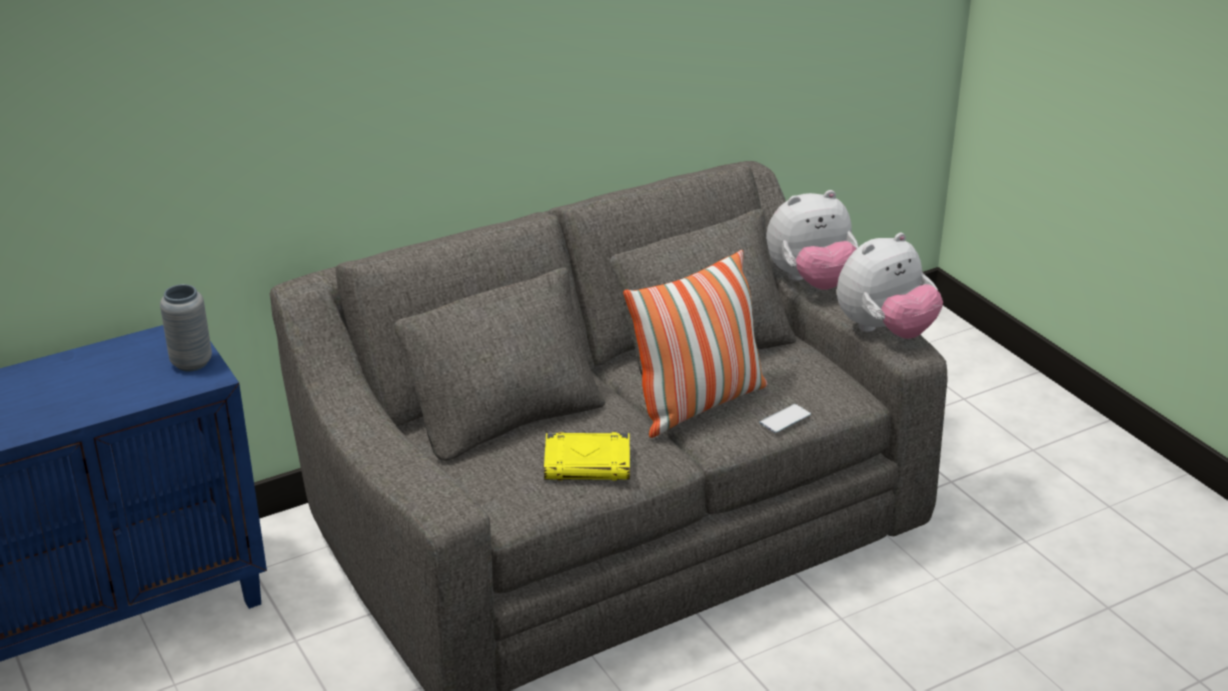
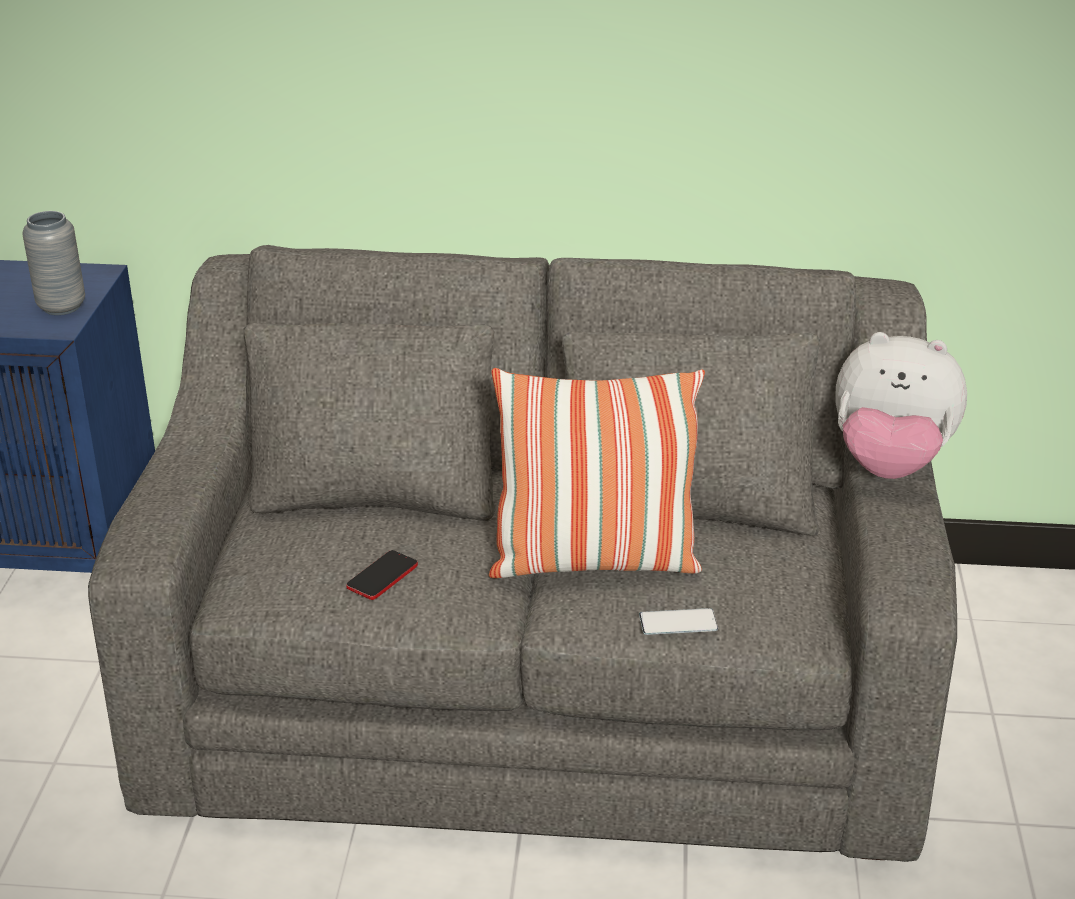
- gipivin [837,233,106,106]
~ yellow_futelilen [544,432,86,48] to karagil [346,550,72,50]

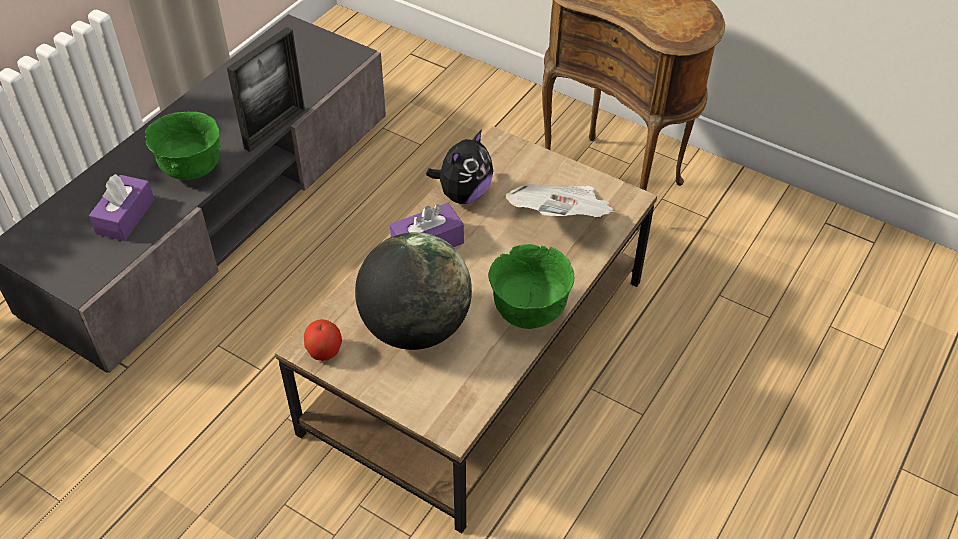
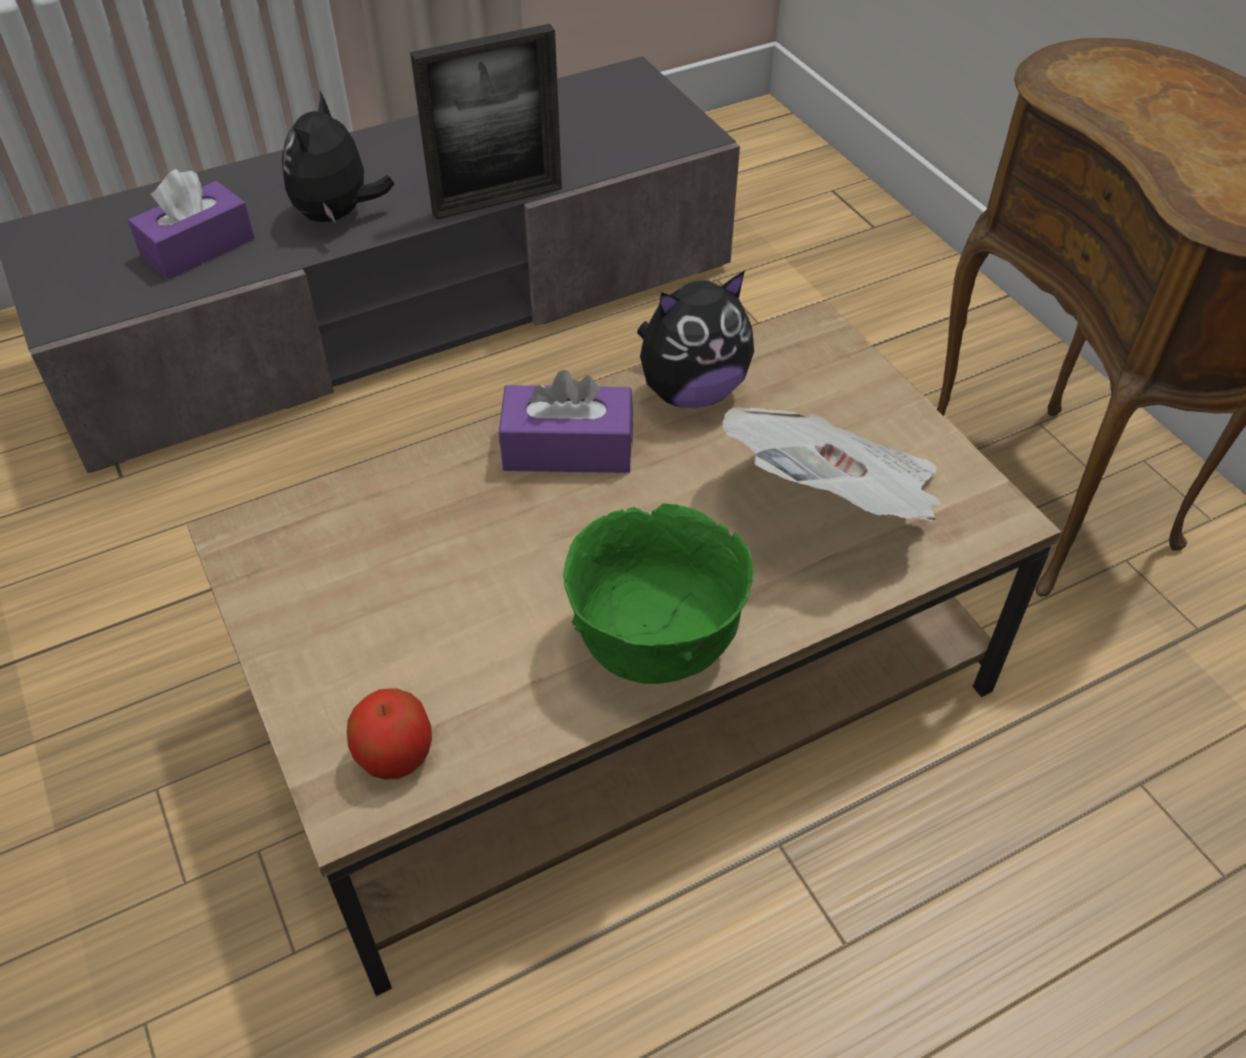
~ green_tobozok [145,112,76,68] to gipivin [282,91,112,132]
- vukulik [355,232,117,118]
~ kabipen [304,319,38,42] to [347,688,85,91]

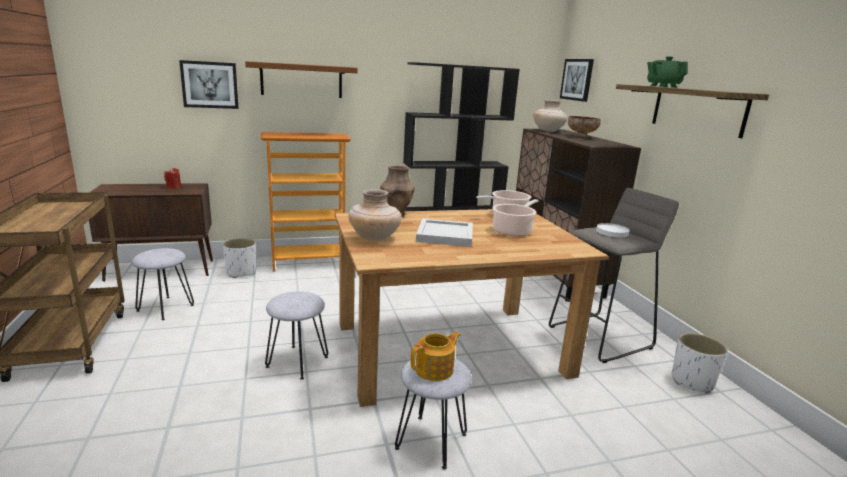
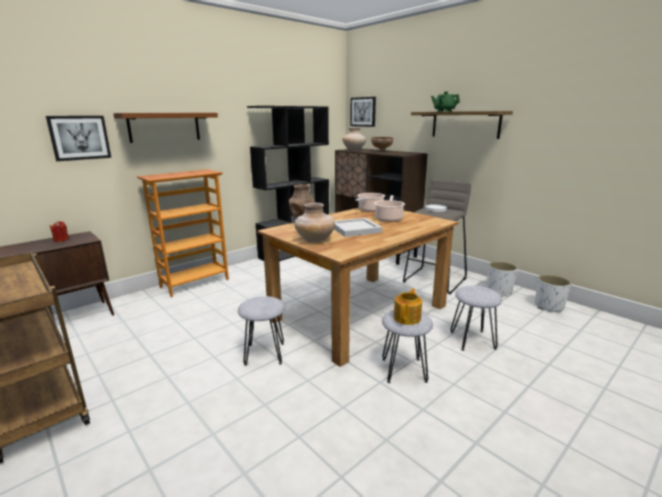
~ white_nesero [223,238,33,40] to [535,274,36,39]
~ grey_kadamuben [132,248,62,72] to [450,285,52,66]

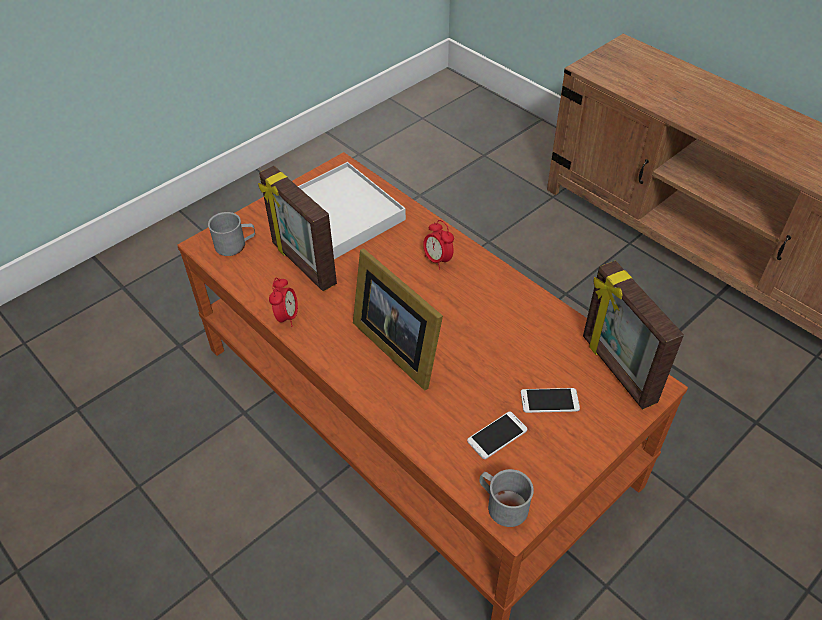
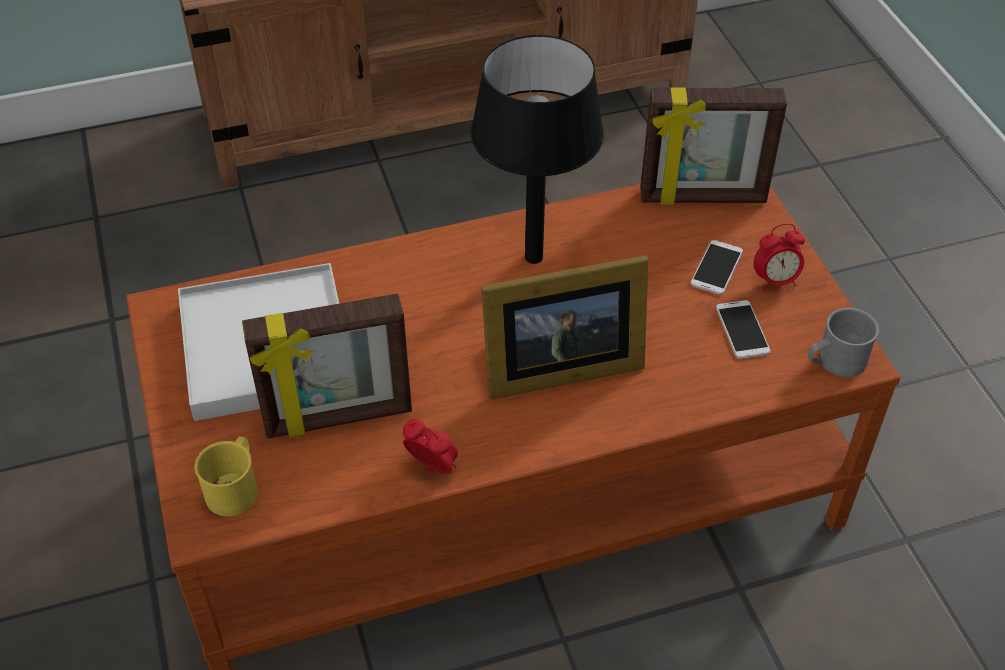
~ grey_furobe [208,212,47,44] to yellow_furobe [195,436,63,81]
~ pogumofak [423,220,31,50] to [754,224,51,67]
+ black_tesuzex [471,35,133,229]

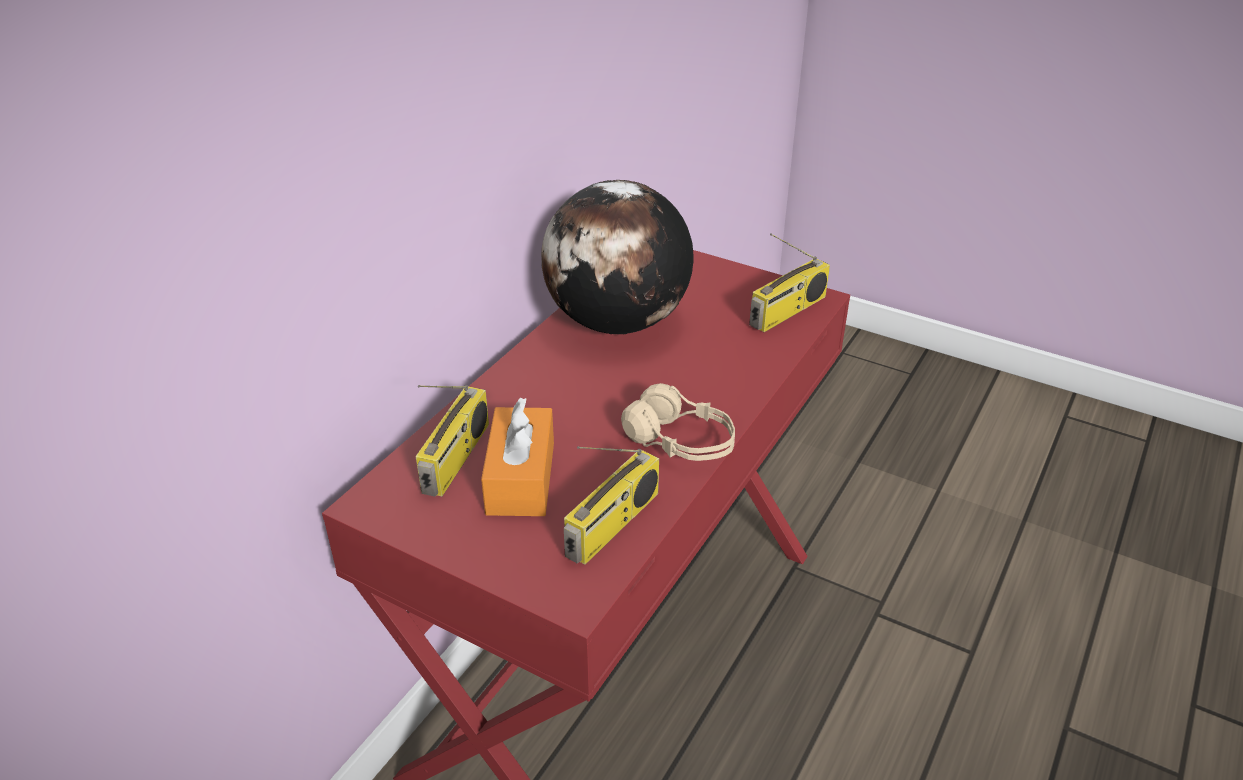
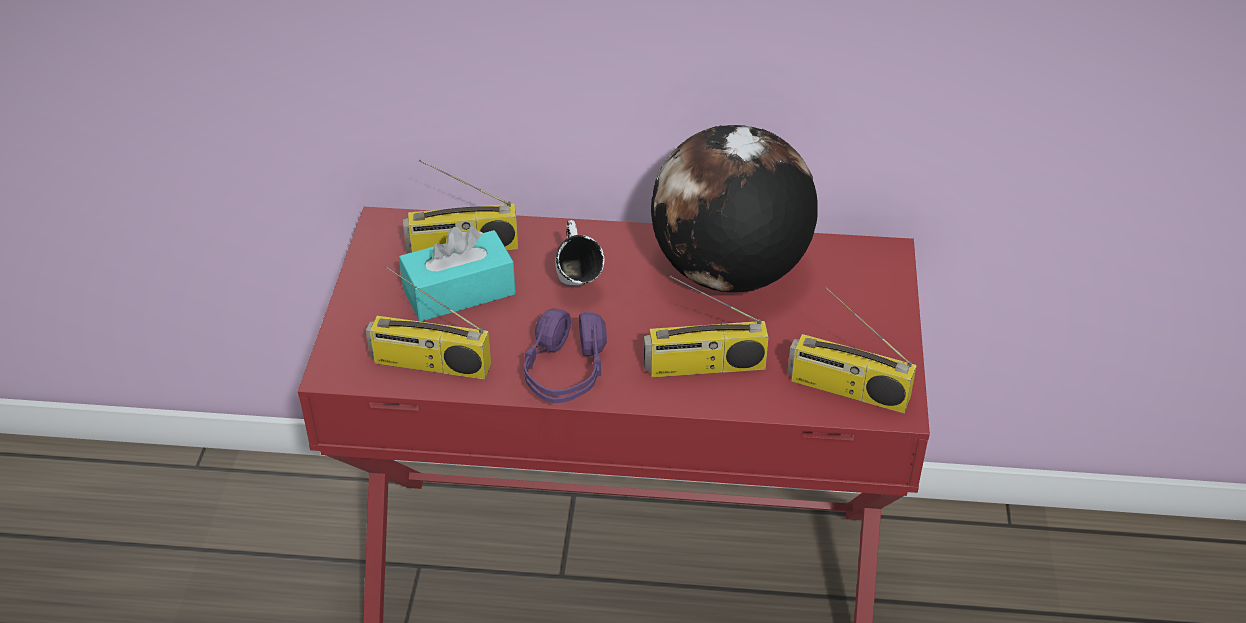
~ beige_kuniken [621,383,114,78] to purple_kuniken [524,308,83,95]
~ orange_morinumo [481,398,73,118] to turquoise_morinumo [399,226,117,96]
+ white_furobe [555,220,50,65]
+ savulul [644,275,125,102]

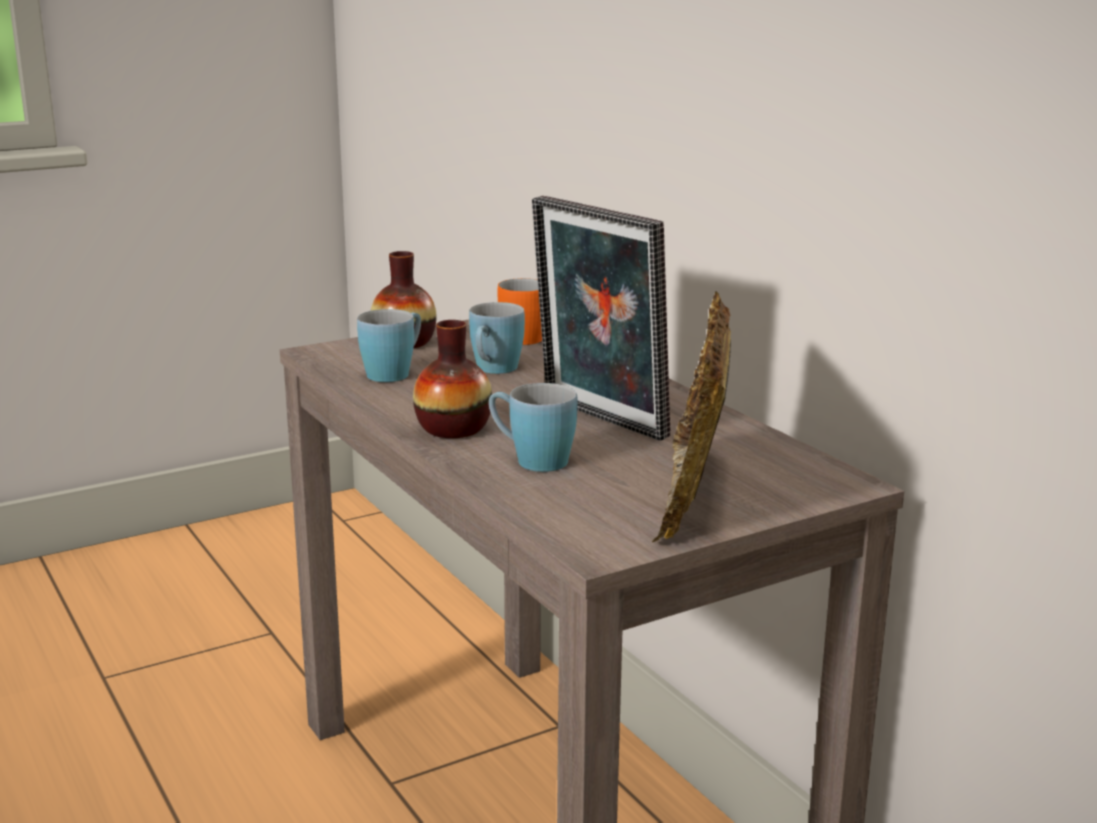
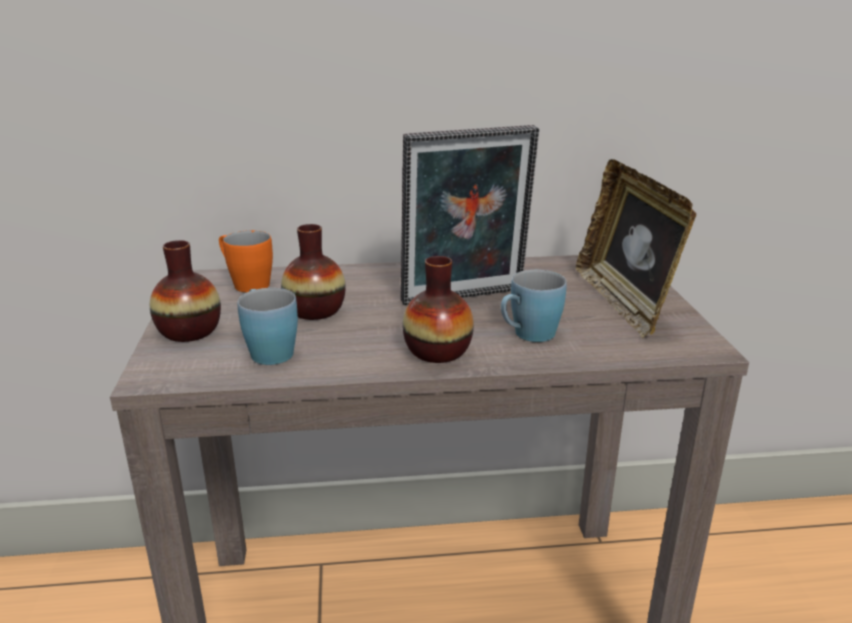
~ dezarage [652,291,79,252] = [576,159,120,179] 45 degrees clockwise
~ blue_furobe [469,302,56,72] to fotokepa [281,224,65,96]

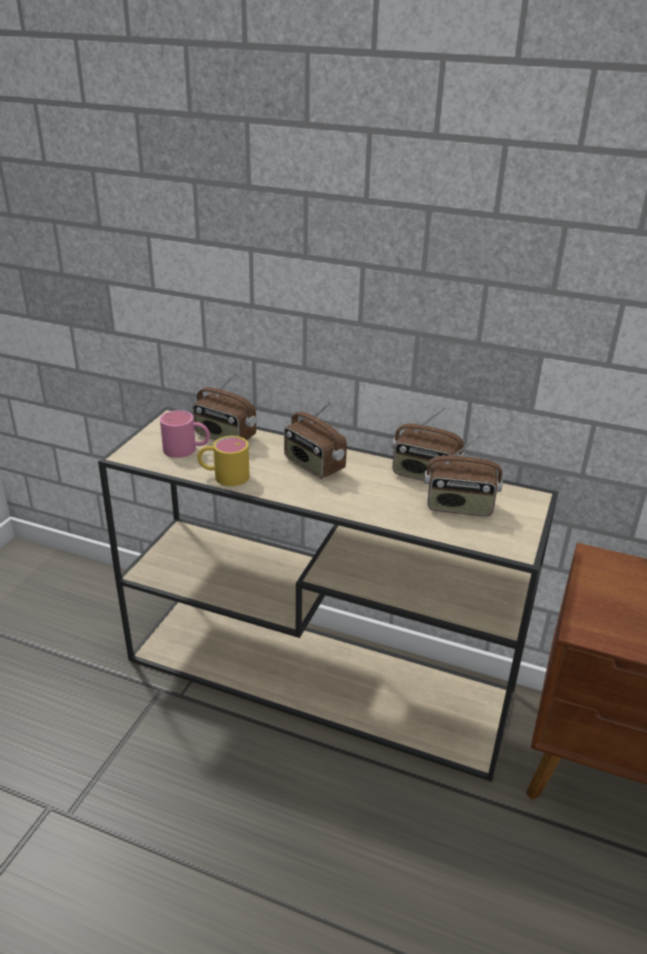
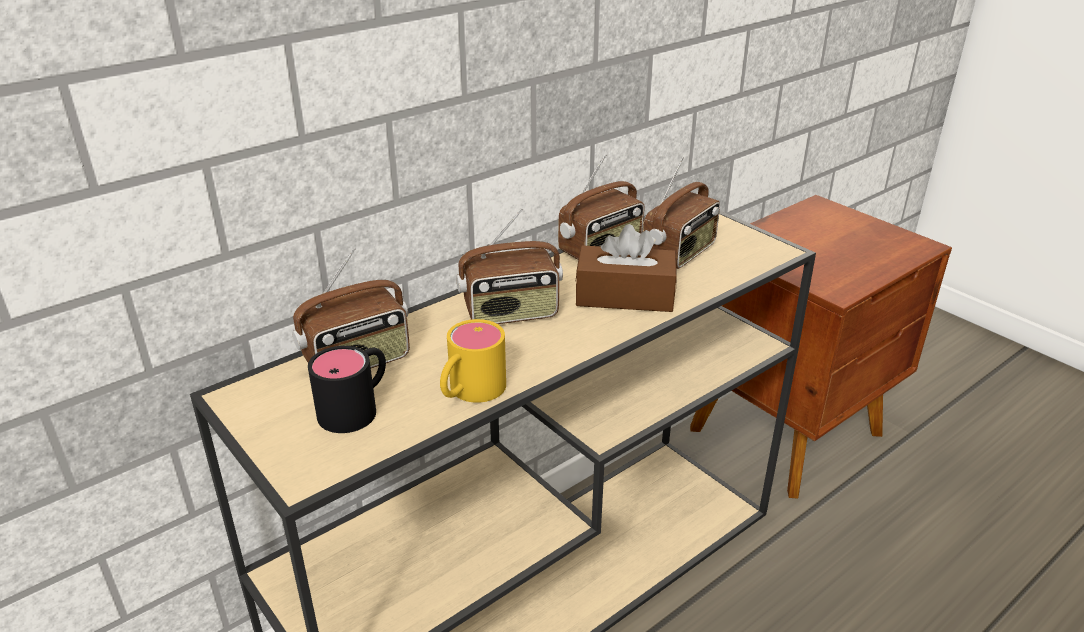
~ pink_furobe [160,410,50,48] to black_furobe [308,346,78,87]
+ brown_morinumo [575,224,102,88]

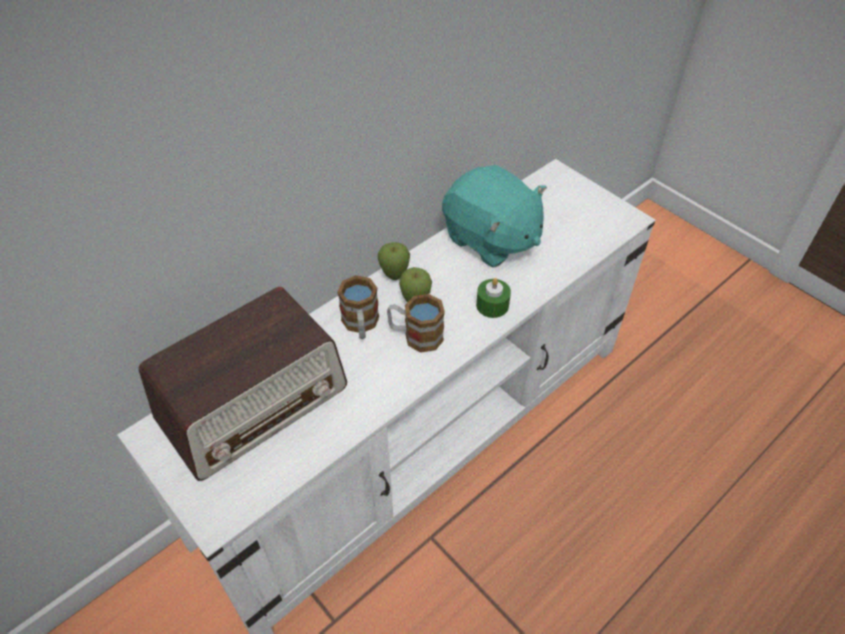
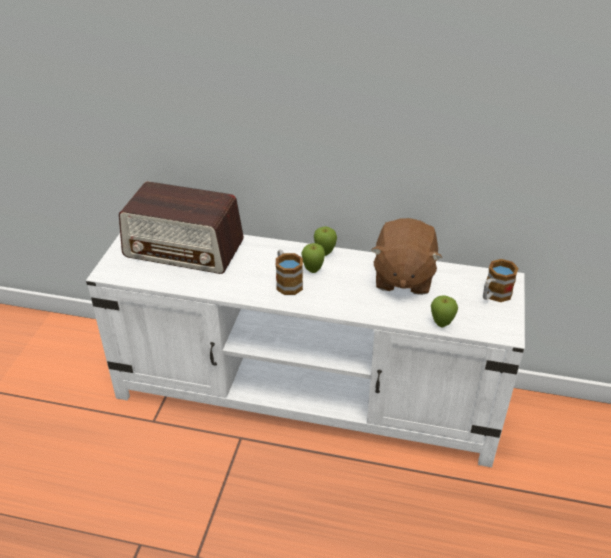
~ turquoise_gipivin [442,165,105,103] to brown_gipivin [371,218,71,77]
~ furobe [337,275,42,64] to [483,259,36,43]
- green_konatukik [476,278,35,40]
+ kabipen [431,296,27,31]

